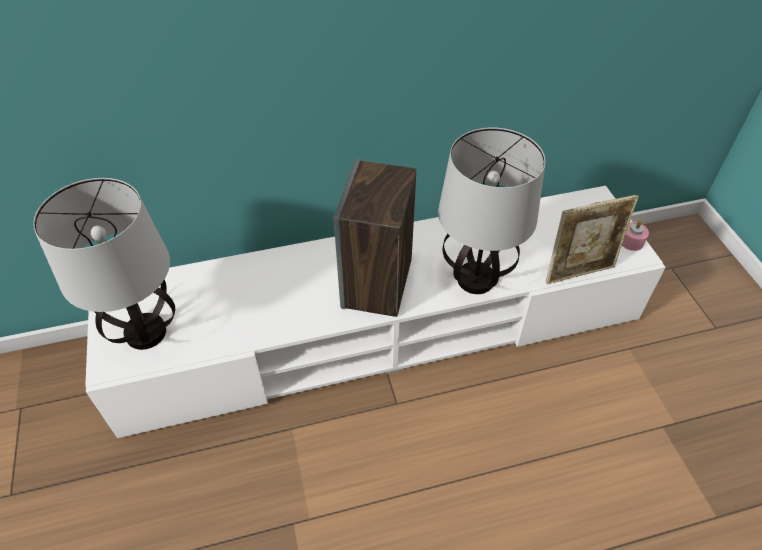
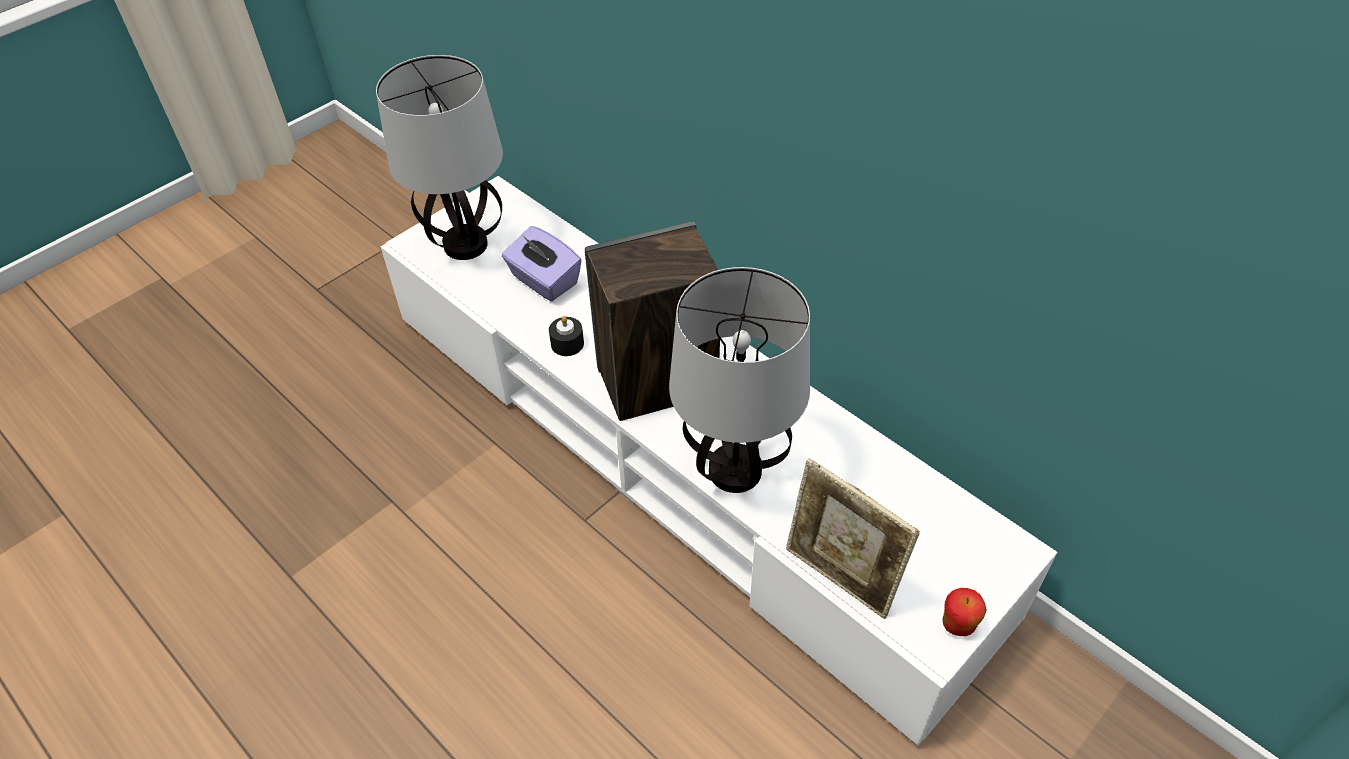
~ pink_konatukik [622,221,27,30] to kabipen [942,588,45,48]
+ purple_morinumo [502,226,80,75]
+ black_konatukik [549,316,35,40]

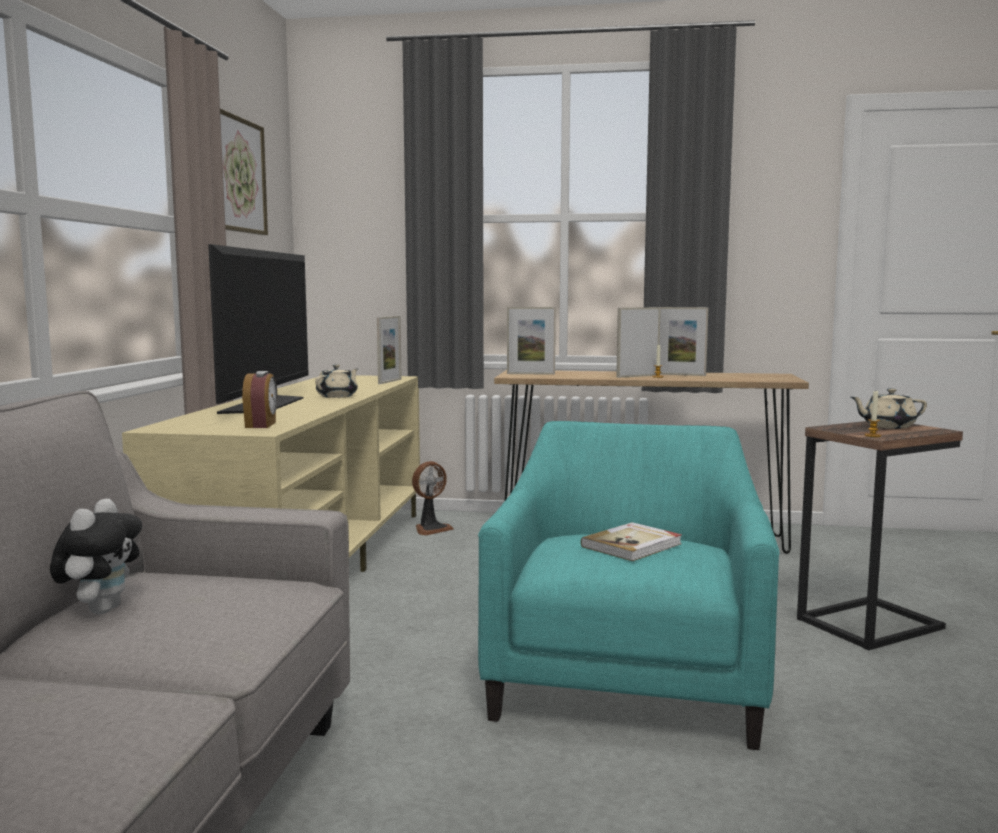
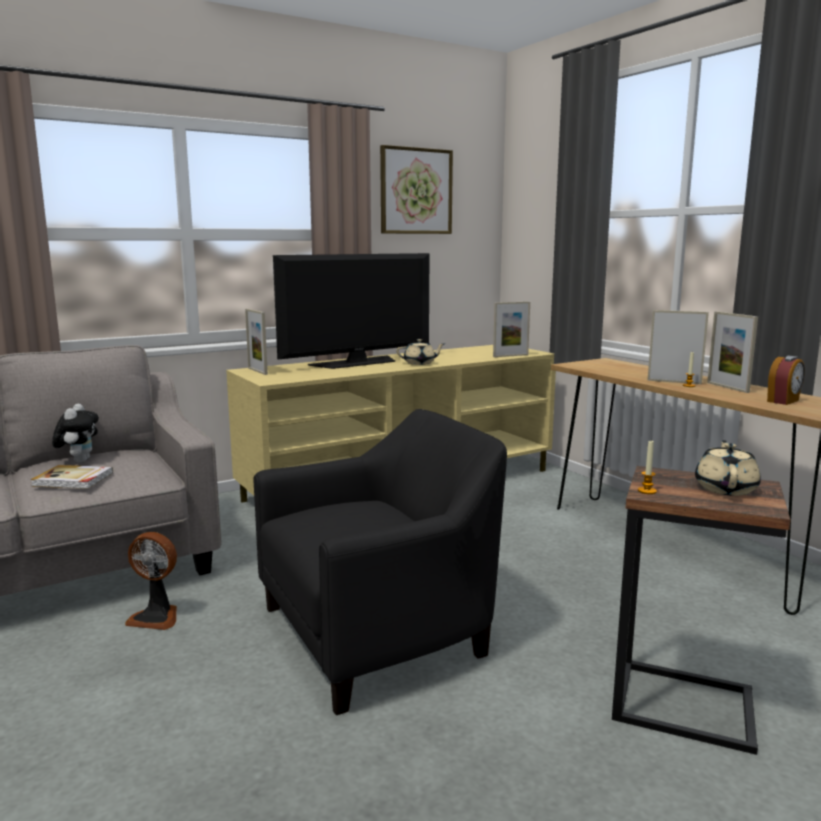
~ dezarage [507,307,49,68] to [245,309,23,66]
~ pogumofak [242,371,35,57] to [767,356,38,49]
~ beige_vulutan [851,388,76,41] = [695,440,66,56] 60 degrees clockwise
~ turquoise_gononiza [478,421,302,329] to black_gononiza [254,409,253,306]
~ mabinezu [412,461,42,74] to [125,532,52,98]
~ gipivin [50,498,92,116] = [52,404,47,59] 60 degrees counterclockwise
~ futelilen [581,522,101,39] to [31,465,82,24]

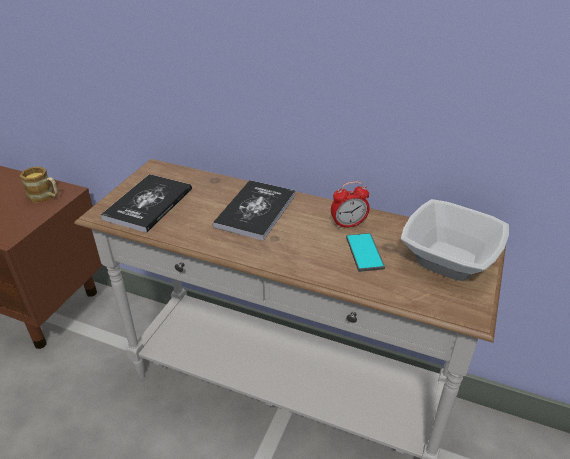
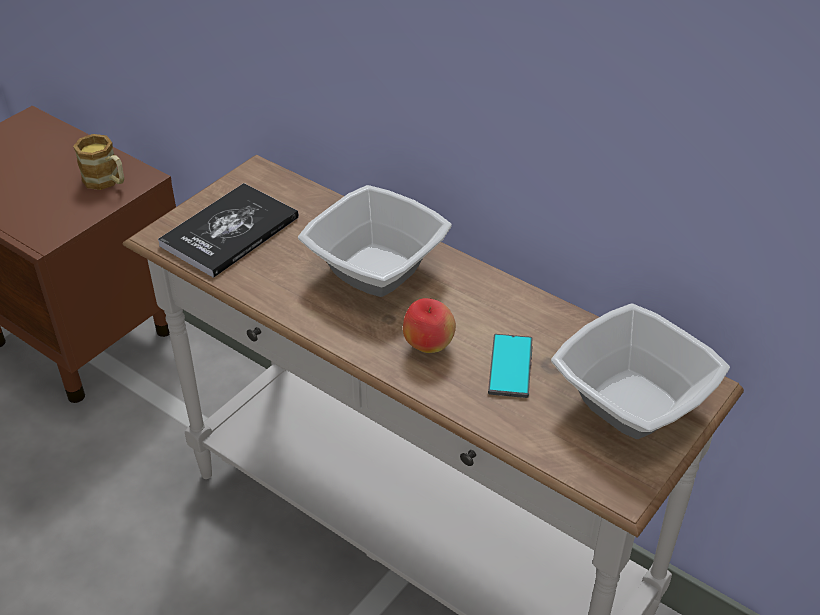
~ futelilen [213,180,82,61] to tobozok [298,185,154,112]
- pogumofak [331,181,39,48]
+ kabipen [403,298,53,55]

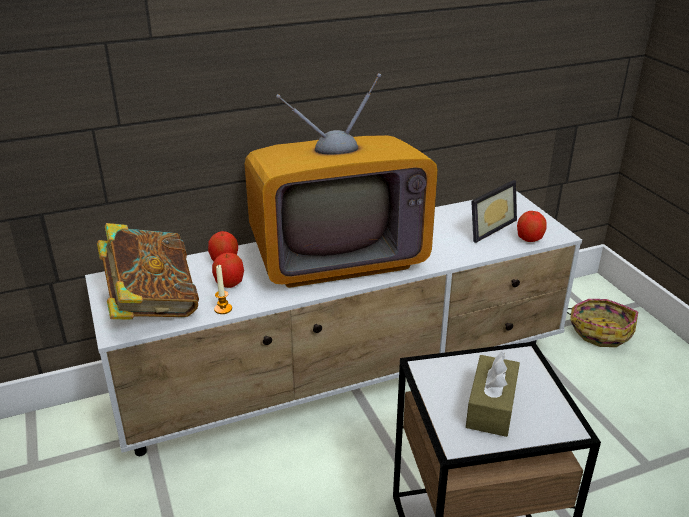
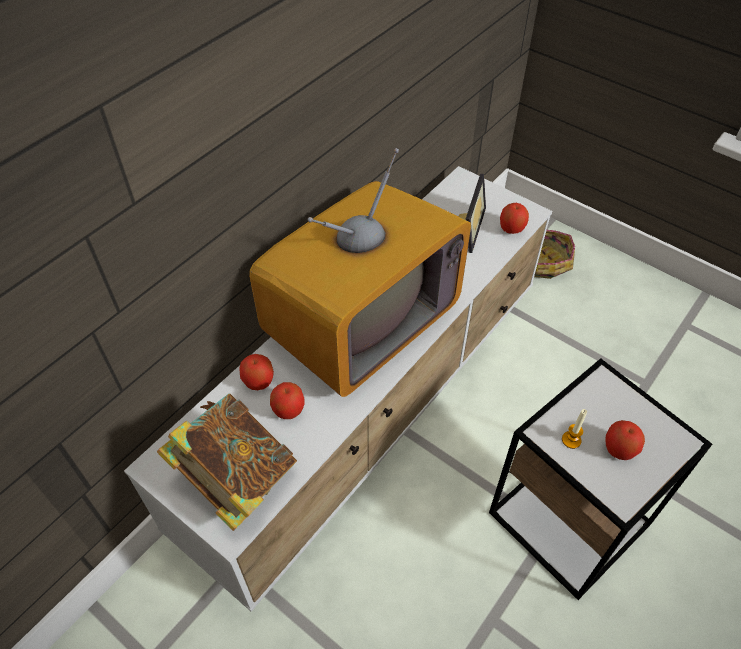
~ konatukik [214,264,18,50] to [562,409,25,40]
~ brown_morinumo [466,352,54,85] to kabipen [606,420,39,40]

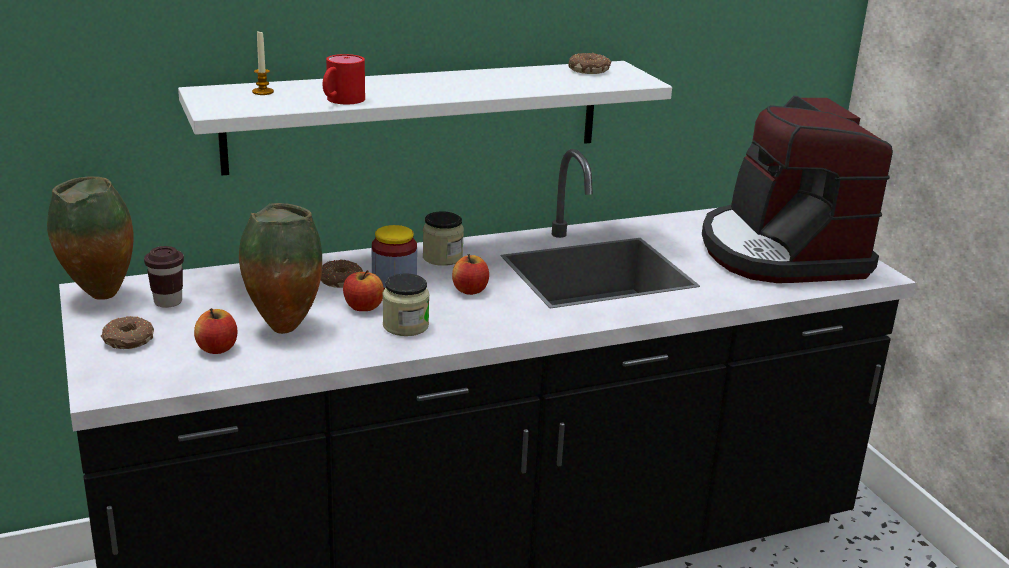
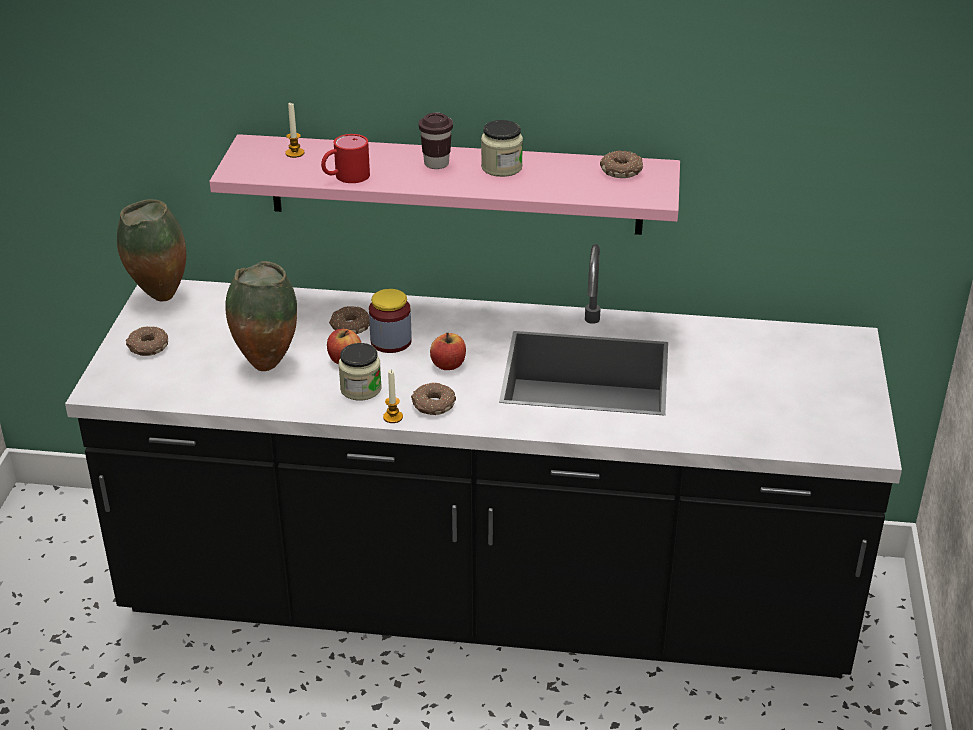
~ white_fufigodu [178,61,494,114] to pink_fufigodu [209,134,471,101]
- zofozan [702,96,191,187]
~ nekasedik [423,212,41,54] to [481,120,42,57]
~ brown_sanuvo [144,246,40,62] to [419,113,34,56]
- kabipen [194,308,43,46]
+ konatukik [383,370,20,53]
+ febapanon [411,382,45,33]

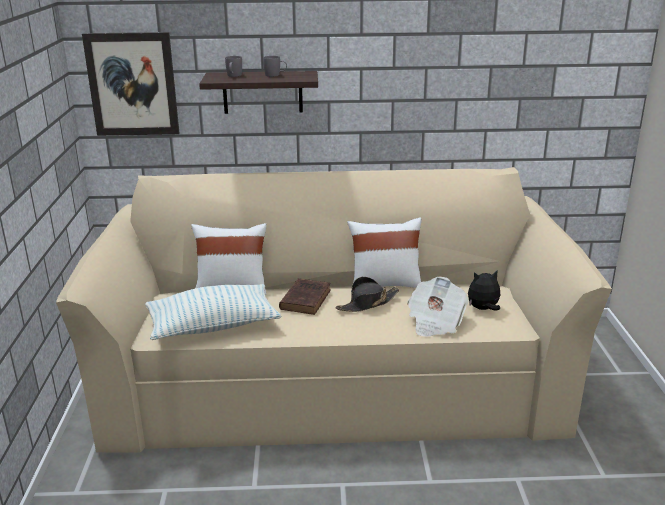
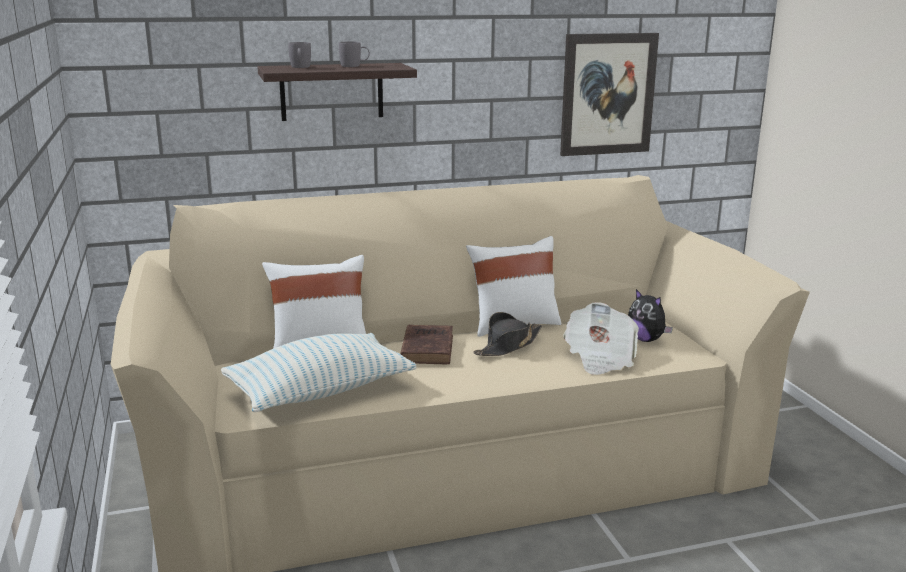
~ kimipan [82,32,97,104] to [560,33,99,123]
~ gipivin [468,271,32,40] = [628,289,45,53] 105 degrees counterclockwise

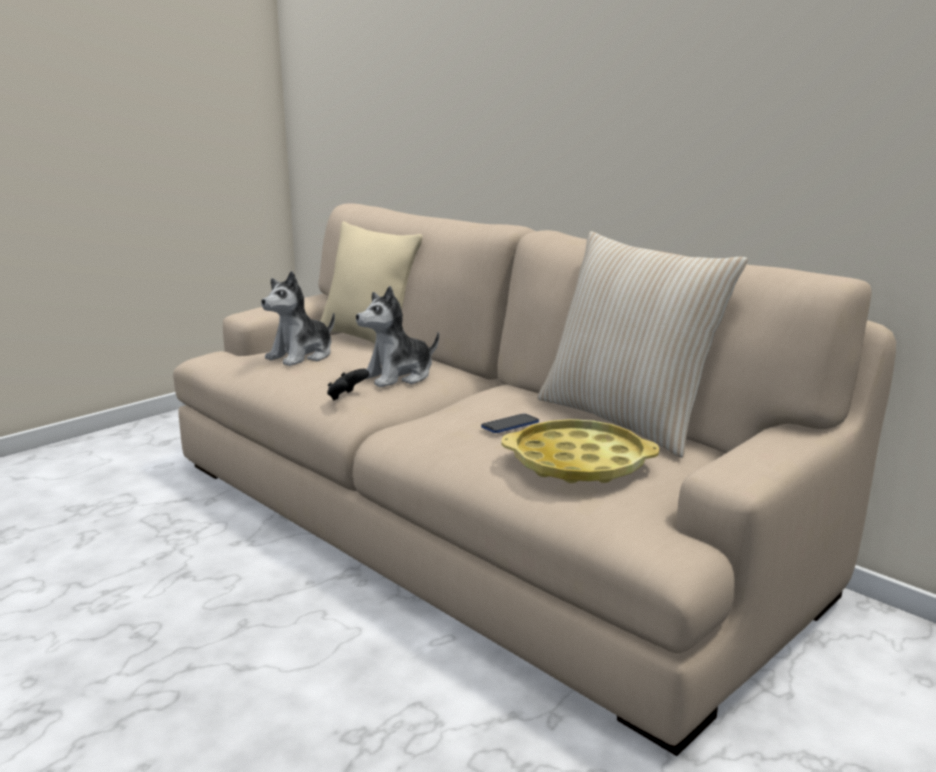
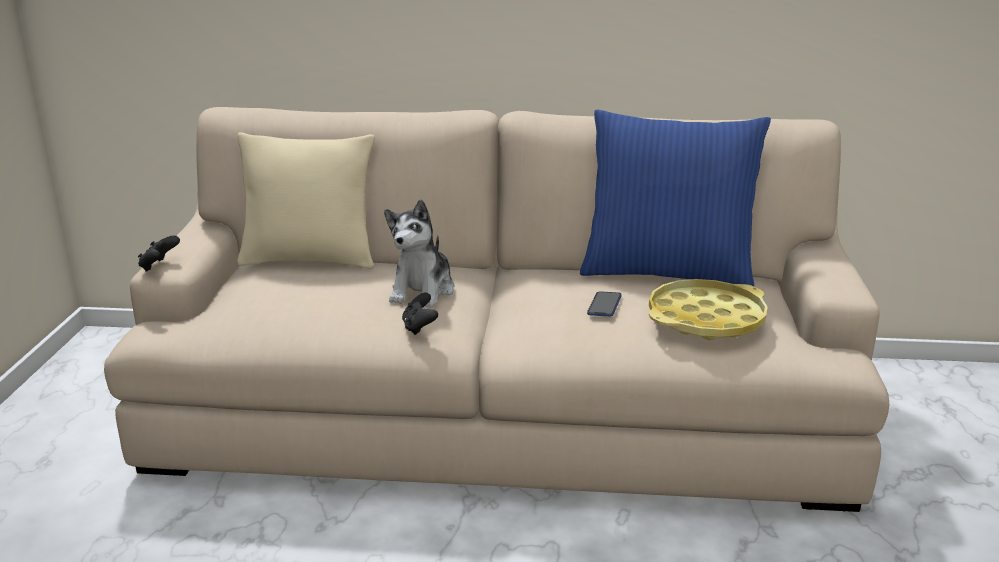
~ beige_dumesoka [537,231,211,227] to blue_dumesoka [580,110,191,177]
- gipivin [261,271,74,95]
+ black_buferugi [138,235,42,36]

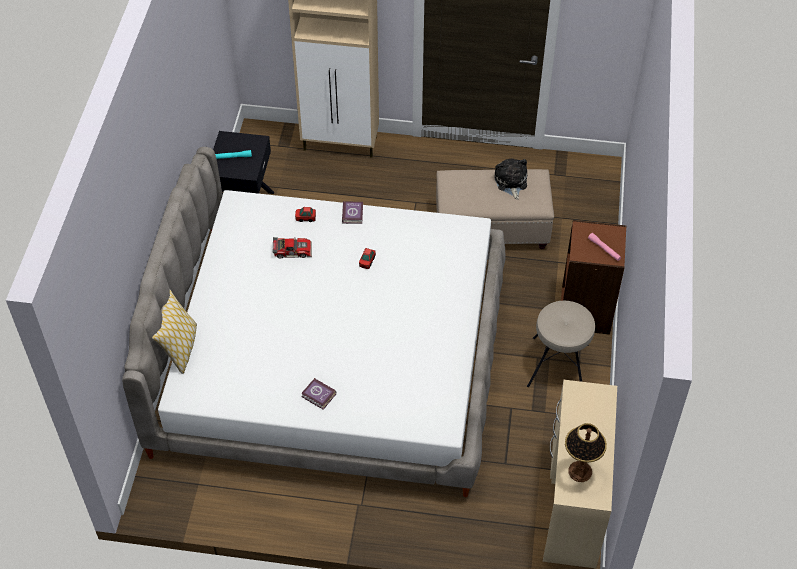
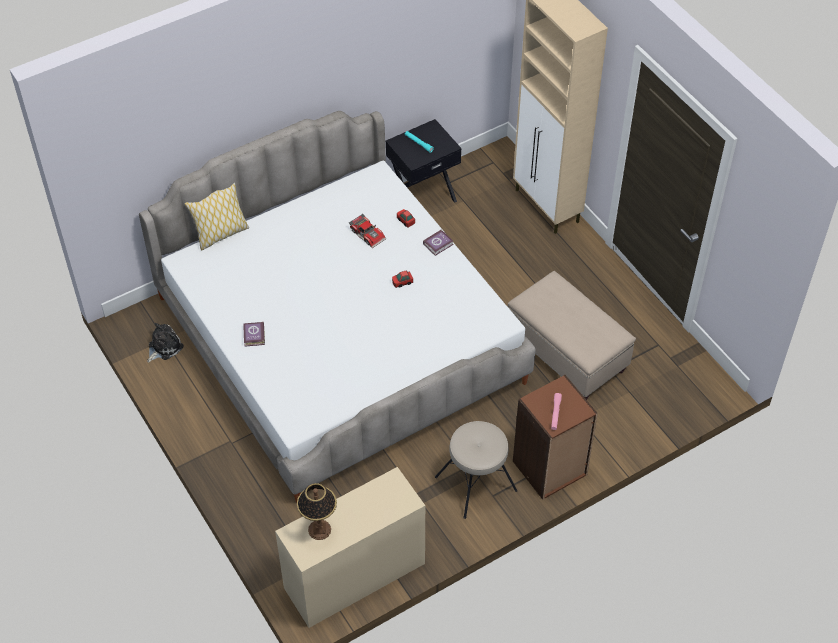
~ gipivin [494,158,33,42] to [147,323,37,40]

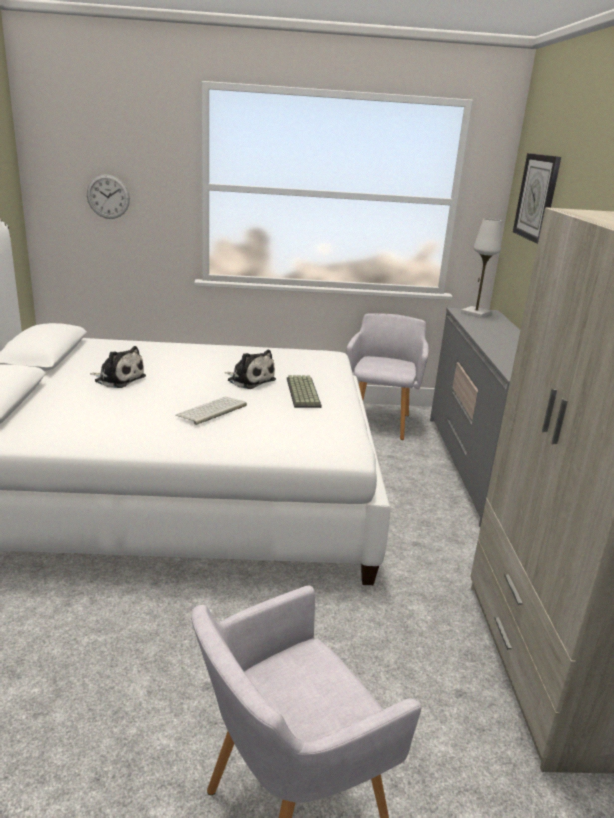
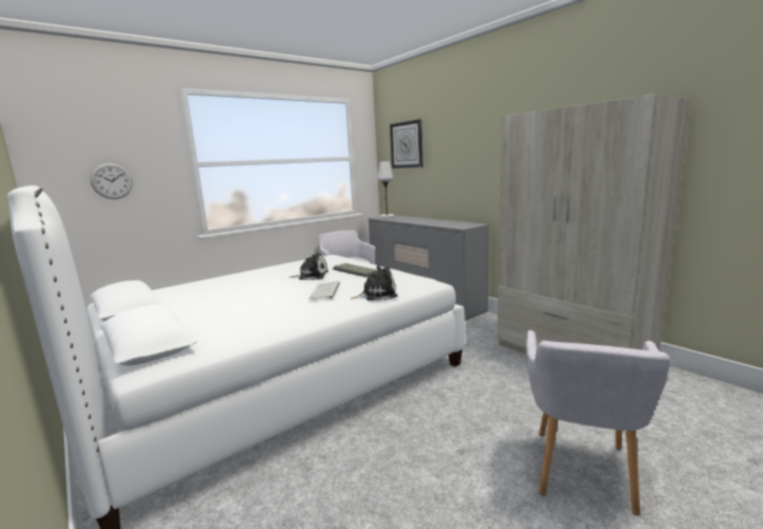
~ gipivin [90,346,56,42] to [351,266,47,35]

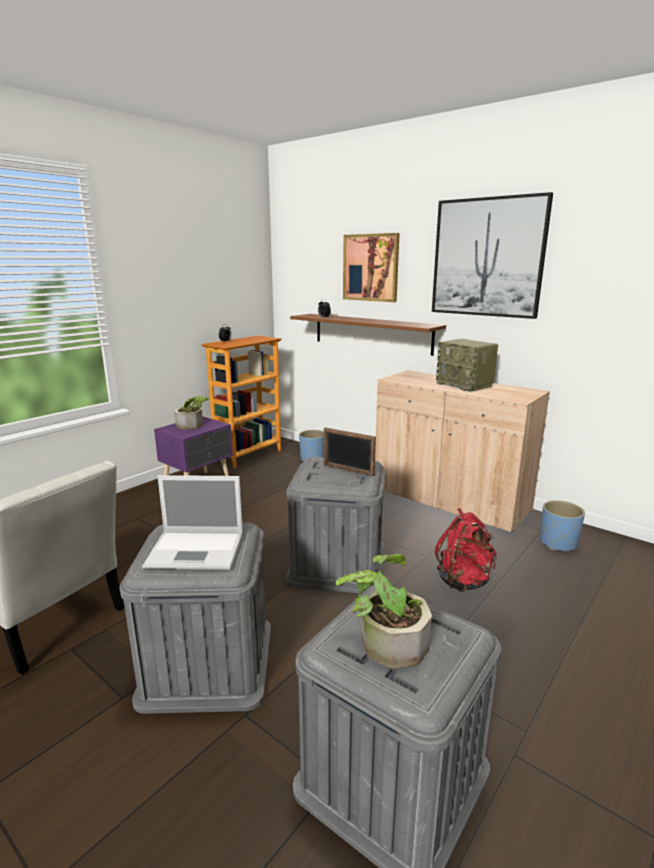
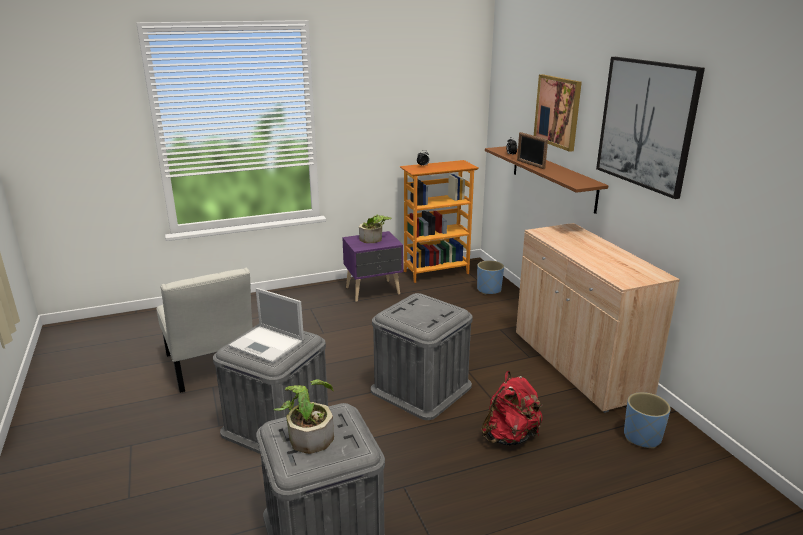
- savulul [436,339,62,53]
~ dezarage [324,427,52,49] to [517,132,31,37]

